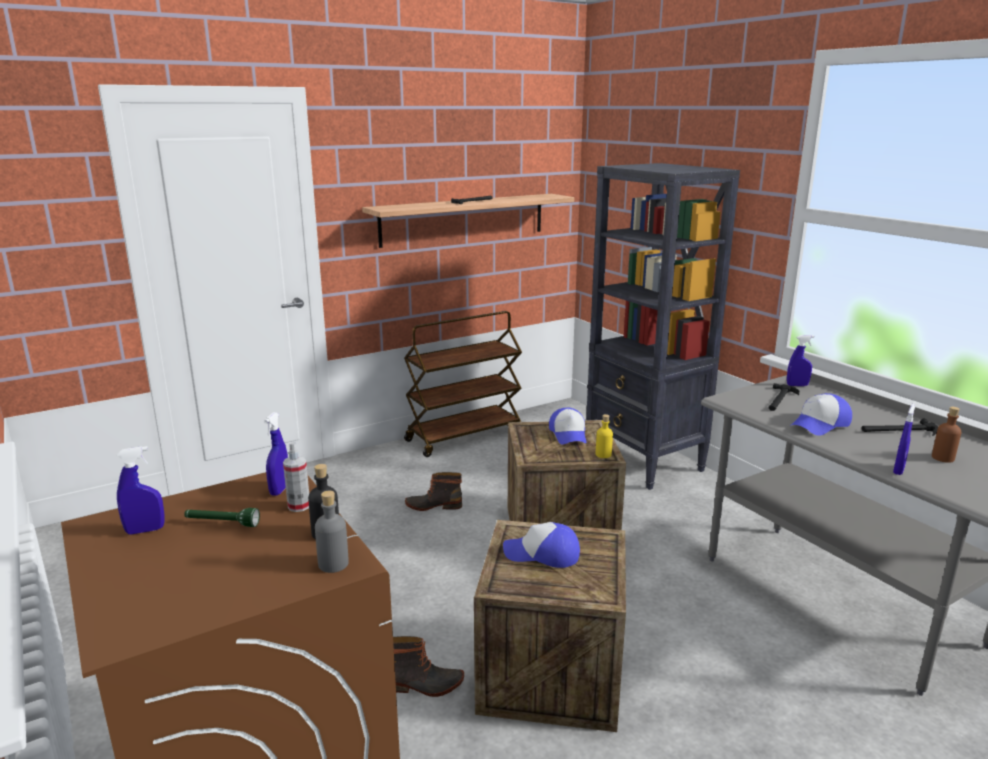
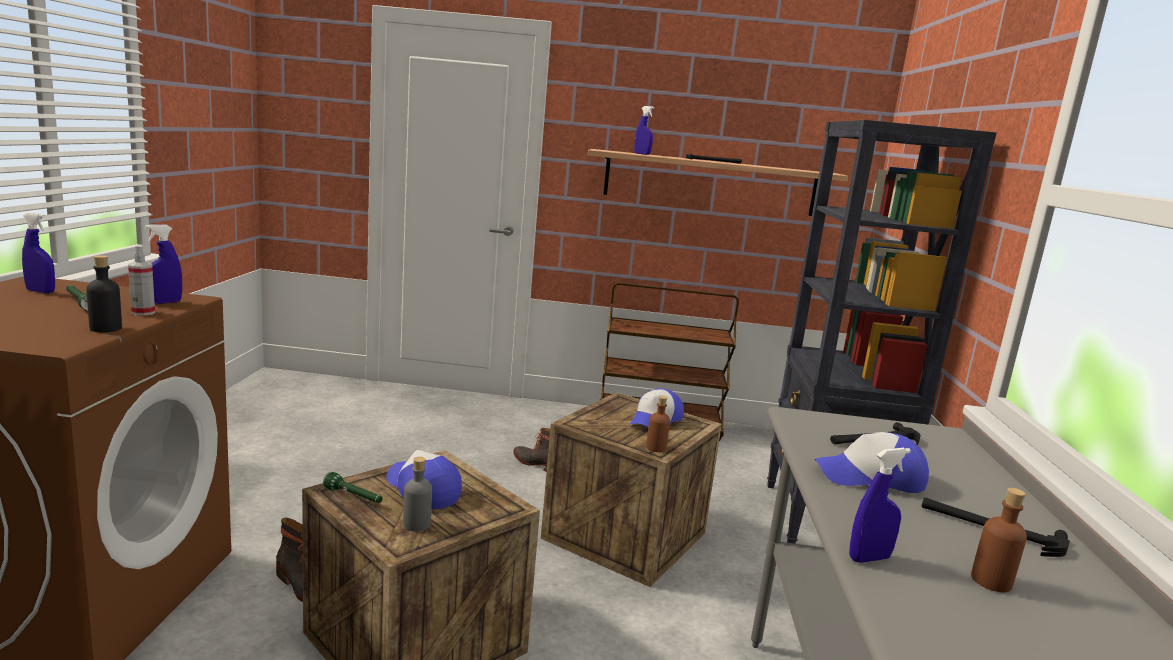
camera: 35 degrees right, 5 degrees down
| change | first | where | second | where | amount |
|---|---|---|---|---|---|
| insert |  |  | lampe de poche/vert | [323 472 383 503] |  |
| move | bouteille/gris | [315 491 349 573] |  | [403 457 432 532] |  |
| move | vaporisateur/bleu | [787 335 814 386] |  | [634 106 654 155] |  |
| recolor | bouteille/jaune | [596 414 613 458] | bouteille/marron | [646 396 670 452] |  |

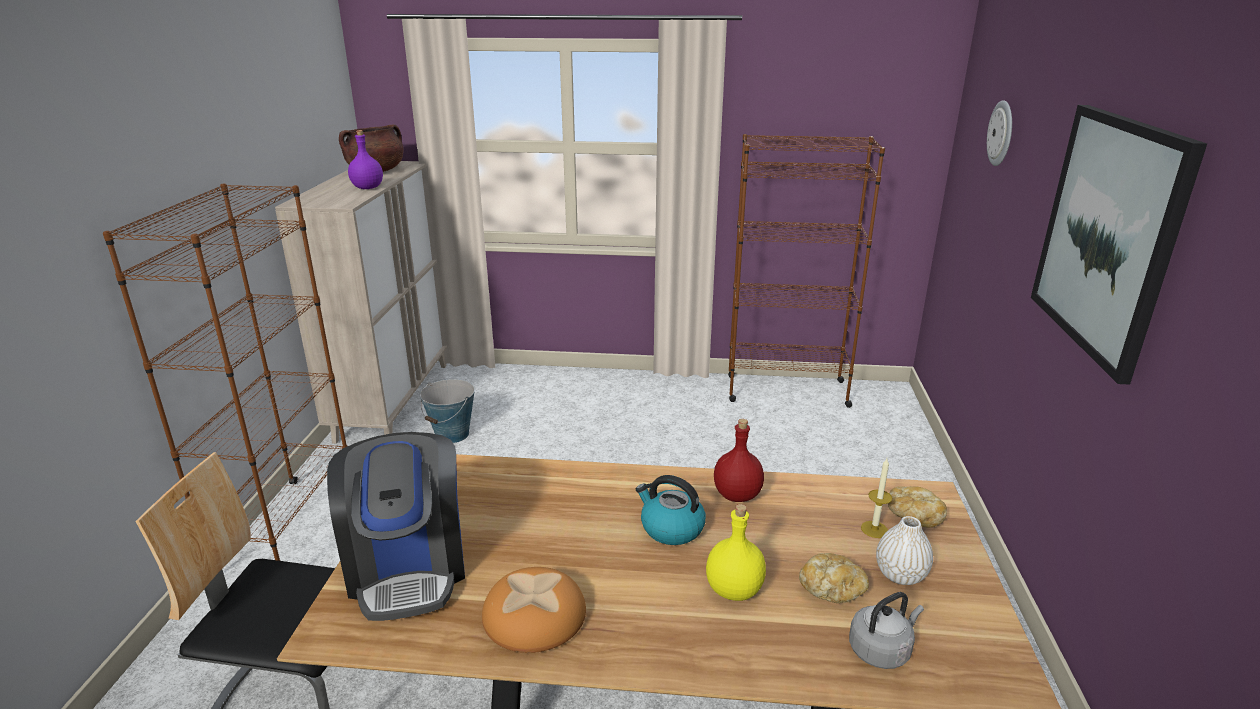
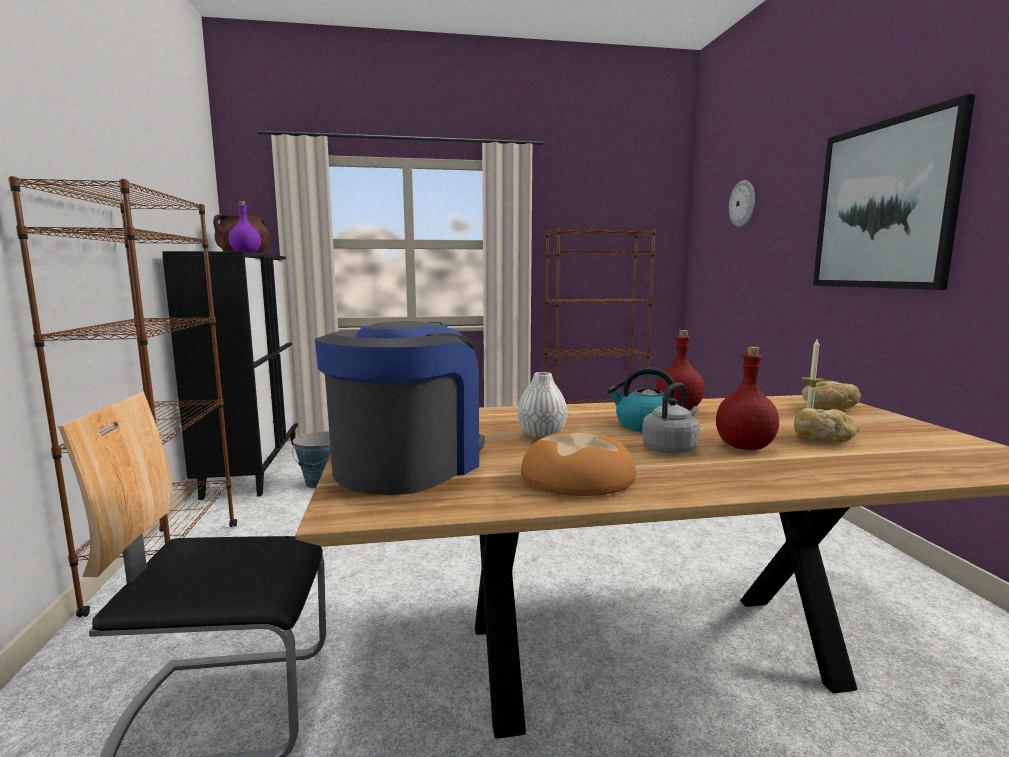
camera: 15 degrees left, 15 degrees down
| change | first | where | second | where | amount |
|---|---|---|---|---|---|
| move | bouilloire/gris | [849 592 924 669] |  | [642 383 700 454] |  |
| move | vase/blanc | [876 516 933 585] |  | [517 372 568 438] |  |
| recolor | meuble de rangement/beige | [275 161 447 444] | meuble de rangement/noir | [162 251 298 500] |  |
| recolor | bouteille/jaune | [706 504 766 601] | bouteille/rouge | [716 347 779 450] |  |
| rotate | machine à café | [327 432 465 621] |  | [315 321 484 495] | 120 degrees counterclockwise |

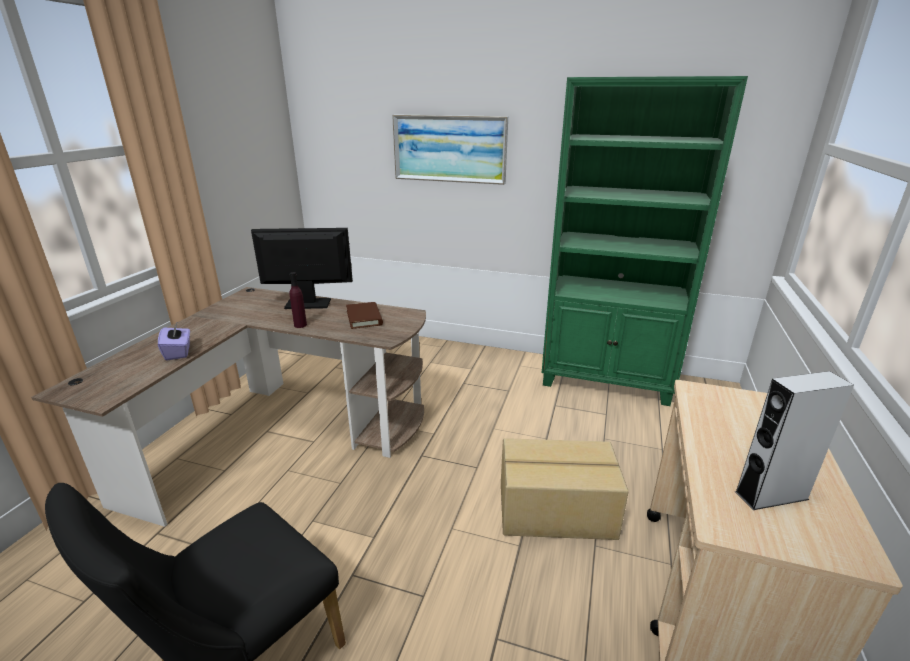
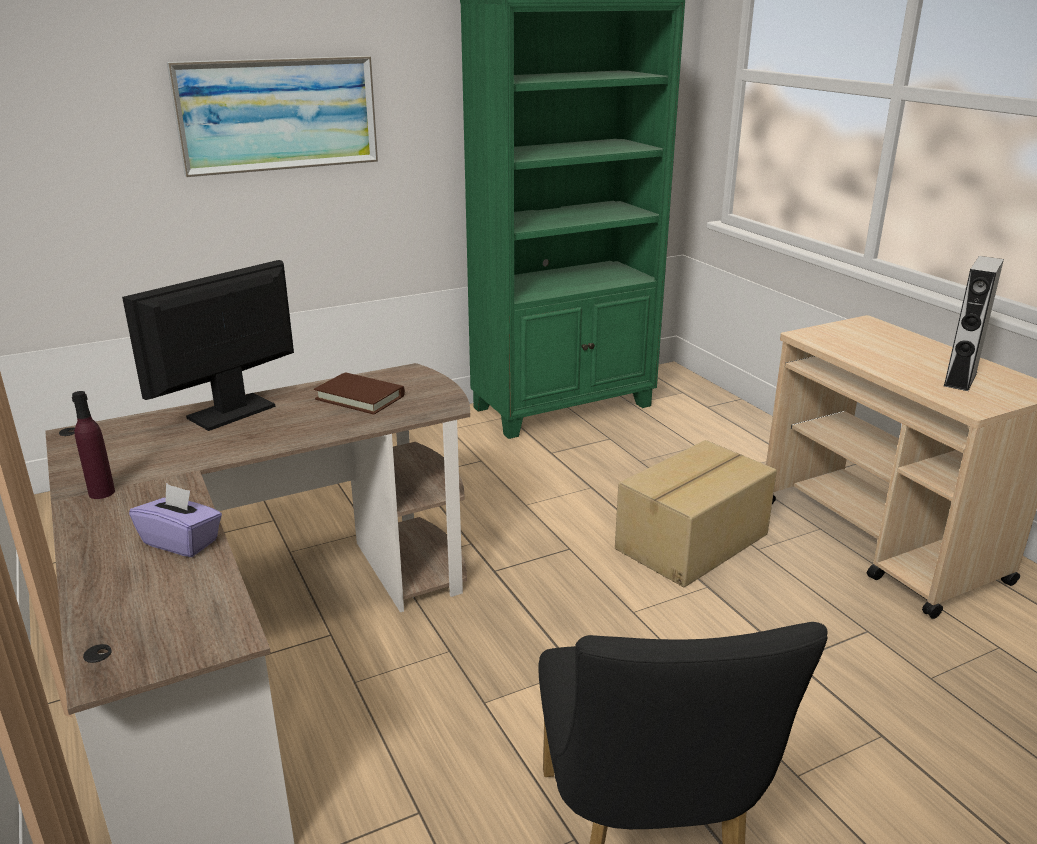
camera: 45 degrees left, 0 degrees up
| change | first | where | second | where | amount |
|---|---|---|---|---|---|
| move | bouteille/violet | [290 272 307 328] |  | [72 391 115 499] |  |

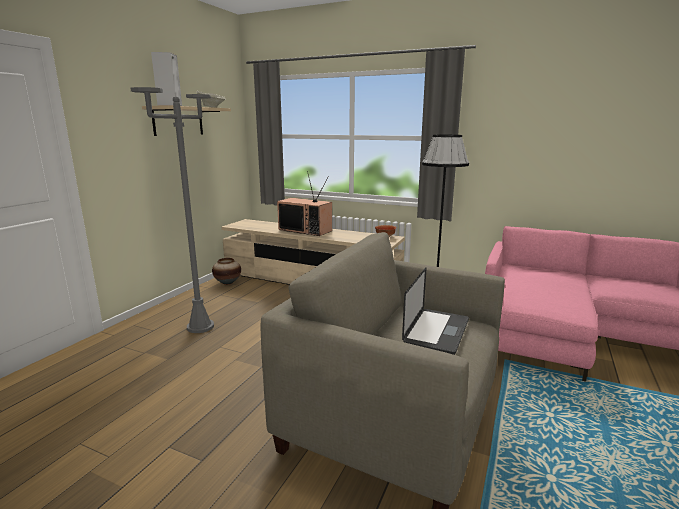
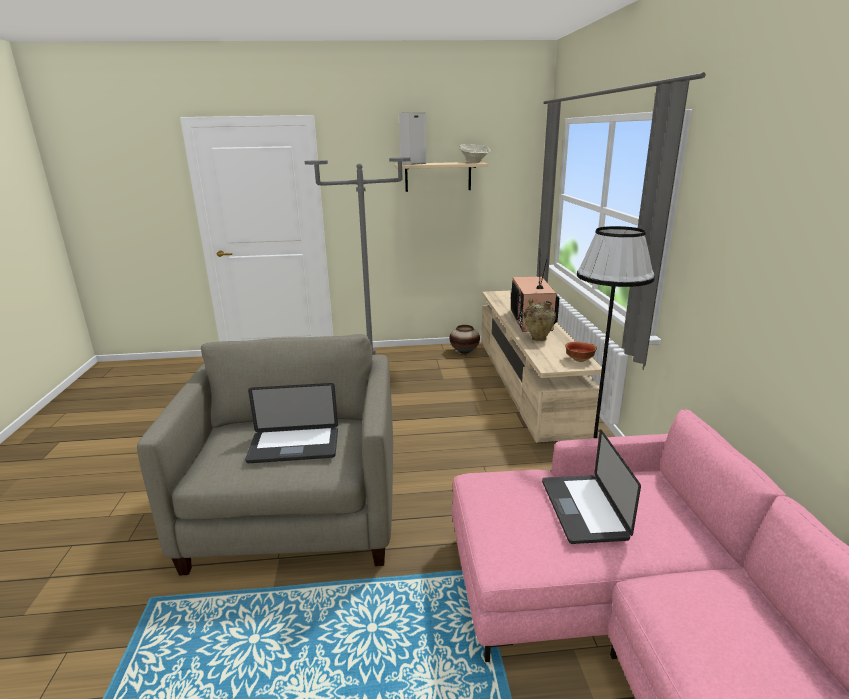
camera: 60 degrees right, 5 degrees up
| change | first | where | second | where | amount |
|---|---|---|---|---|---|
| insert |  |  | vase/beige | [524 299 556 341] |  |
| insert |  |  | ordinateur portable | [542 429 641 544] |  |

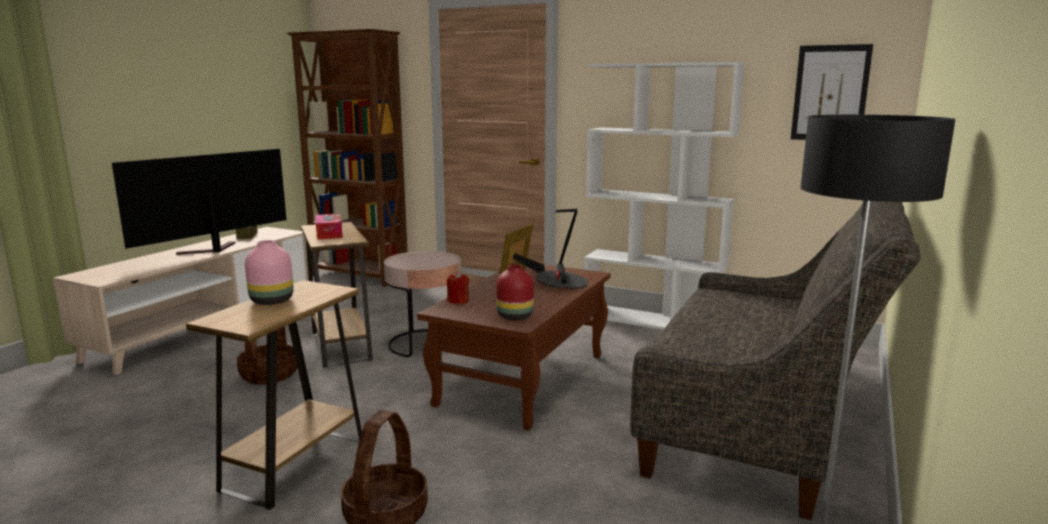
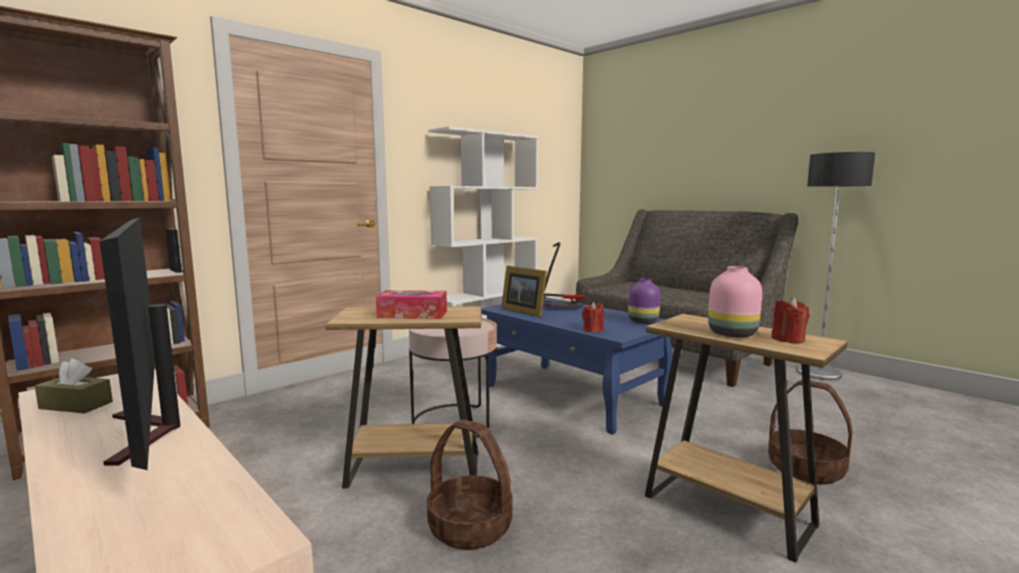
camera: 70 degrees left, 5 degrees down
| change | first | where | second | where | amount |
|---|---|---|---|---|---|
| delete | tableau | [791 44 873 140] |  |  |  |
| insert |  |  | bougie/rouge | [771 297 810 343] |  |
| recolor | table basse/marron | [417 265 610 430] | table basse/bleu | [481 297 673 435] |  |
| recolor | vase/rouge | [496 265 534 320] | vase/violet | [628 278 660 324] |  |

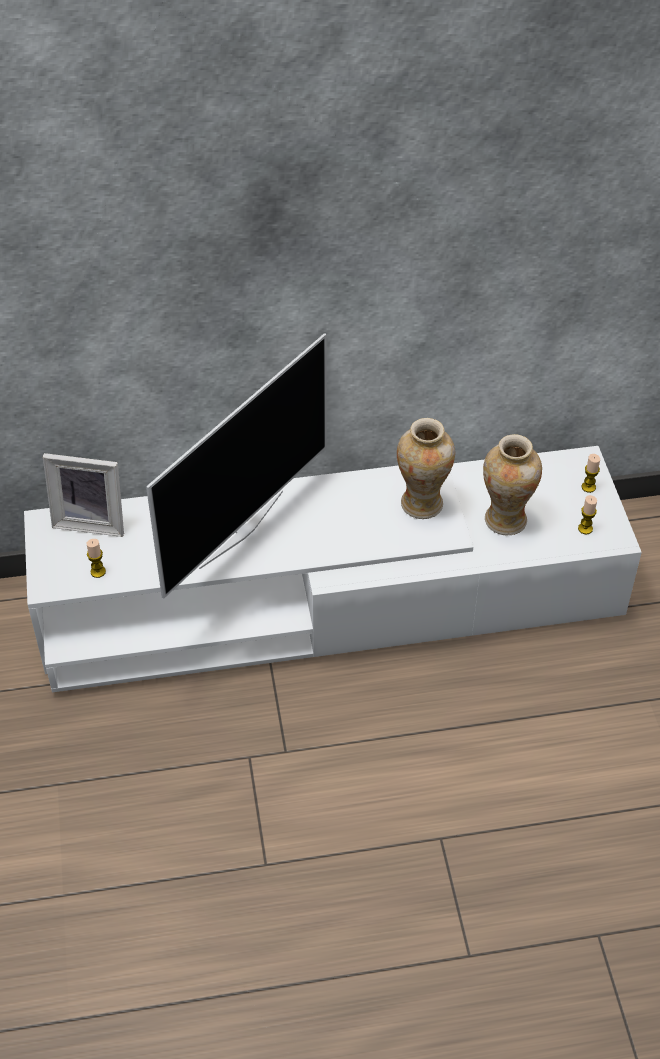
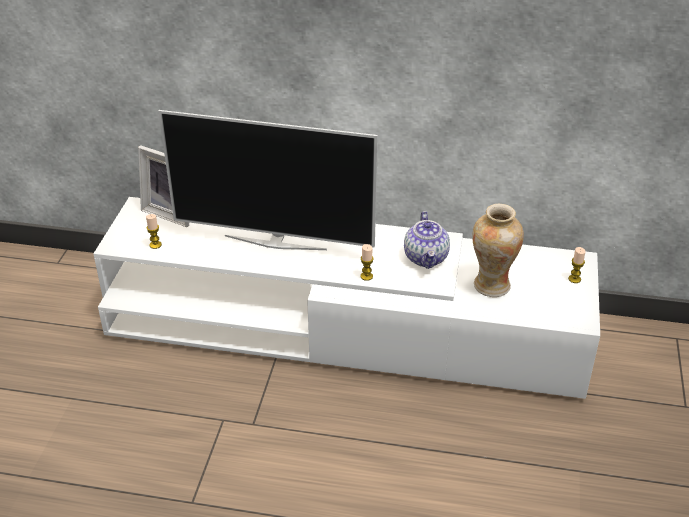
camera: 20 degrees right, 10 degrees down
| change | first | where | second | where | amount |
|---|---|---|---|---|---|
| move | bougie | [578 495 597 534] |  | [360 244 374 281] |  |
| replace | vase | [397 418 455 519] | théière | [404 211 450 269] |  |
| rotate | téléviseur | [146 333 327 599] |  | [158 110 378 250] | 45 degrees clockwise |

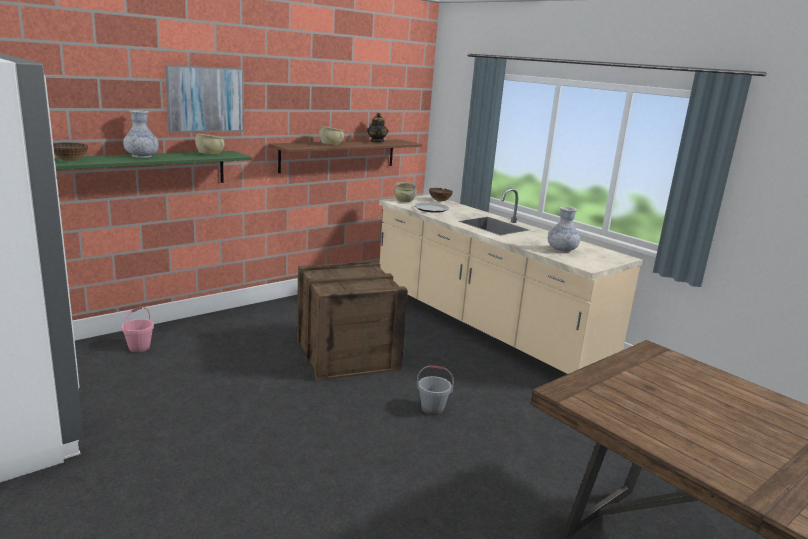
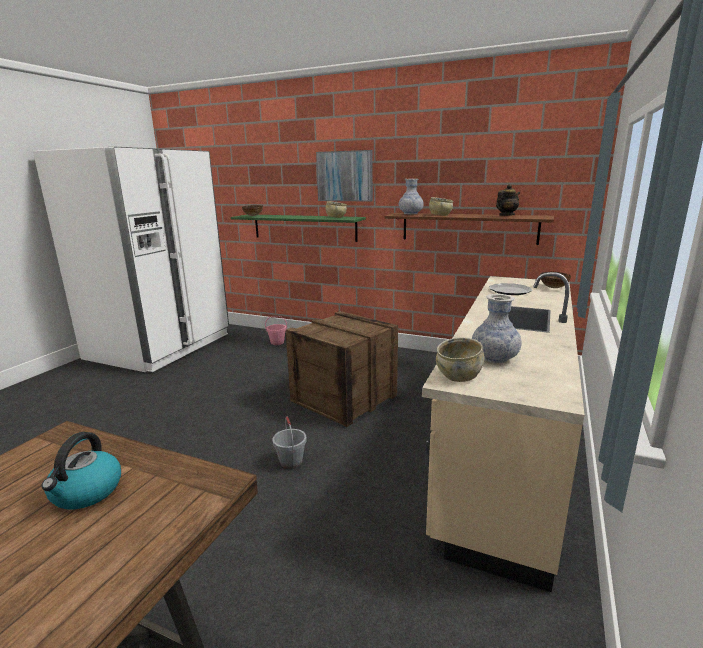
camera: 65 degrees right, 0 degrees up
| change | first | where | second | where | amount |
|---|---|---|---|---|---|
| insert |  |  | bouilloire | [41 432 121 509] |  |
| move | vase | [123 110 159 158] |  | [399 179 424 214] |  |
| move | bol/beige | [394 182 417 202] |  | [436 337 484 382] |  |

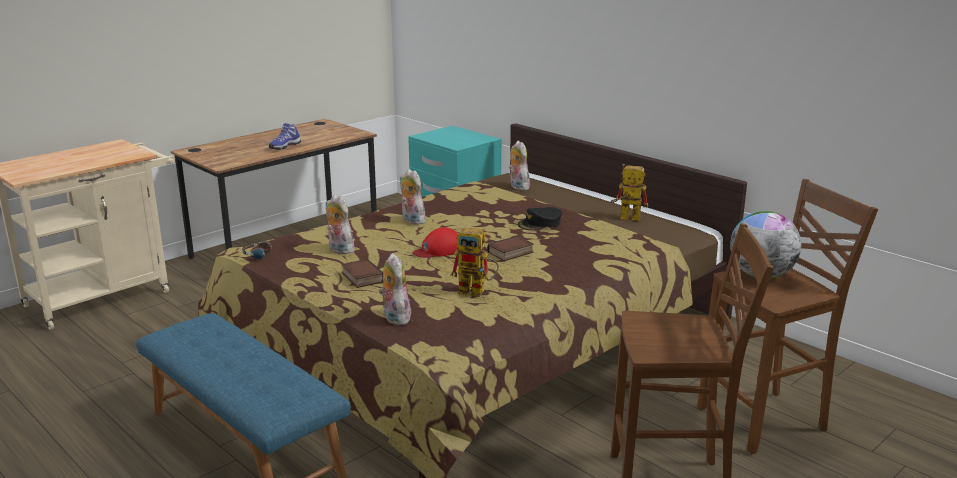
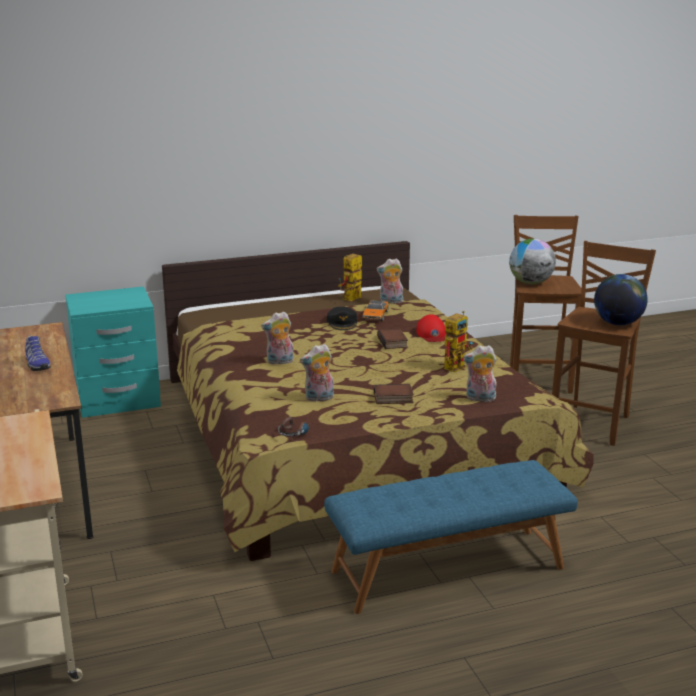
camera: 65 degrees left, 0 degrees up
| change | first | where | second | where | amount |
|---|---|---|---|---|---|
| insert |  |  | petite voiture | [363 300 389 321] |  |
| insert |  |  | globe | [594 274 648 325] |  |
| move | casquette/rouge | [412 227 458 258] |  | [416 314 446 342] |  |
| move | peluche | [509 141 530 190] |  | [377 258 403 304] |  |

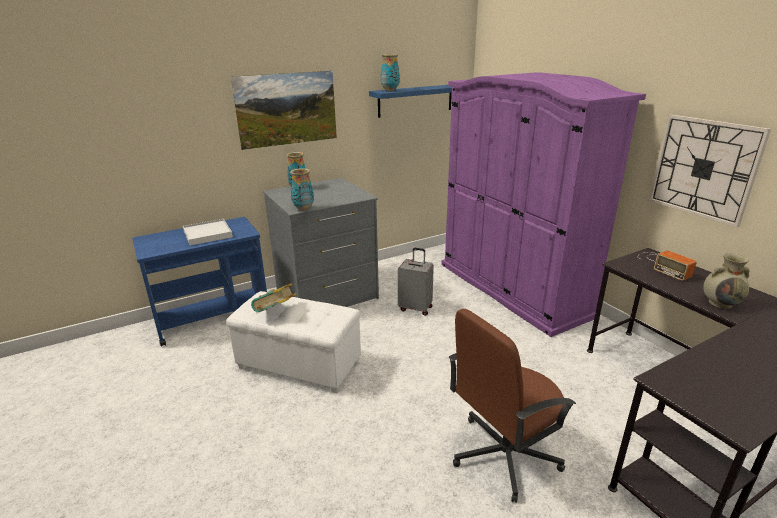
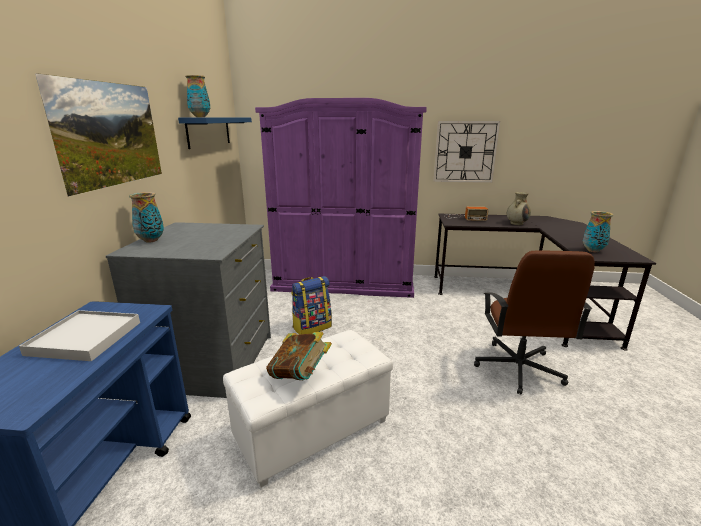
camera: 55 degrees left, 5 degrees down
| change | first | where | second | where | amount |
|---|---|---|---|---|---|
| move | vase | [290 168 314 210] |  | [583 211 613 252] |  |
| replace | valise/gris | [398 248 434 316] | sac à dos | [291 276 332 334] |  |

